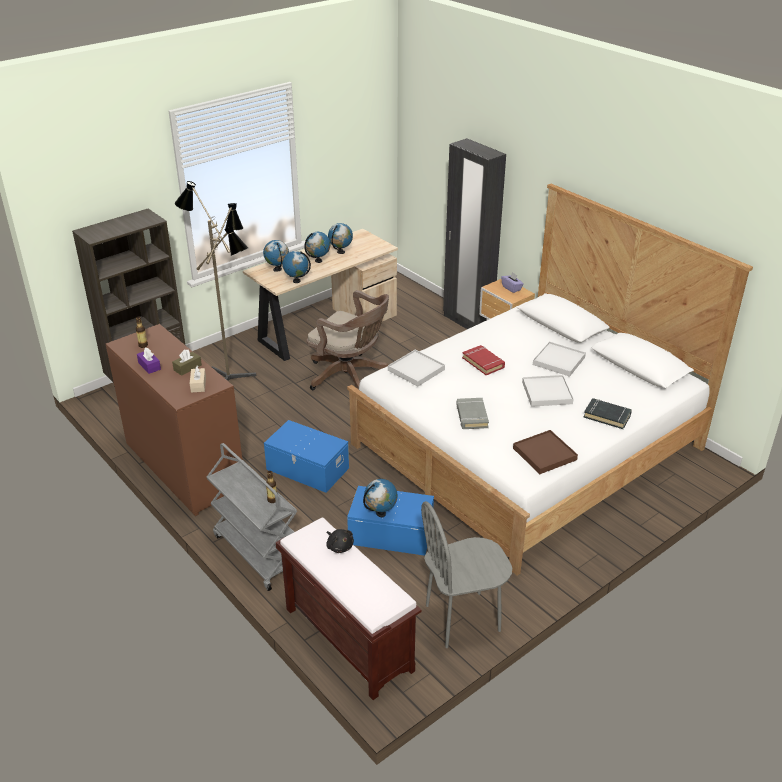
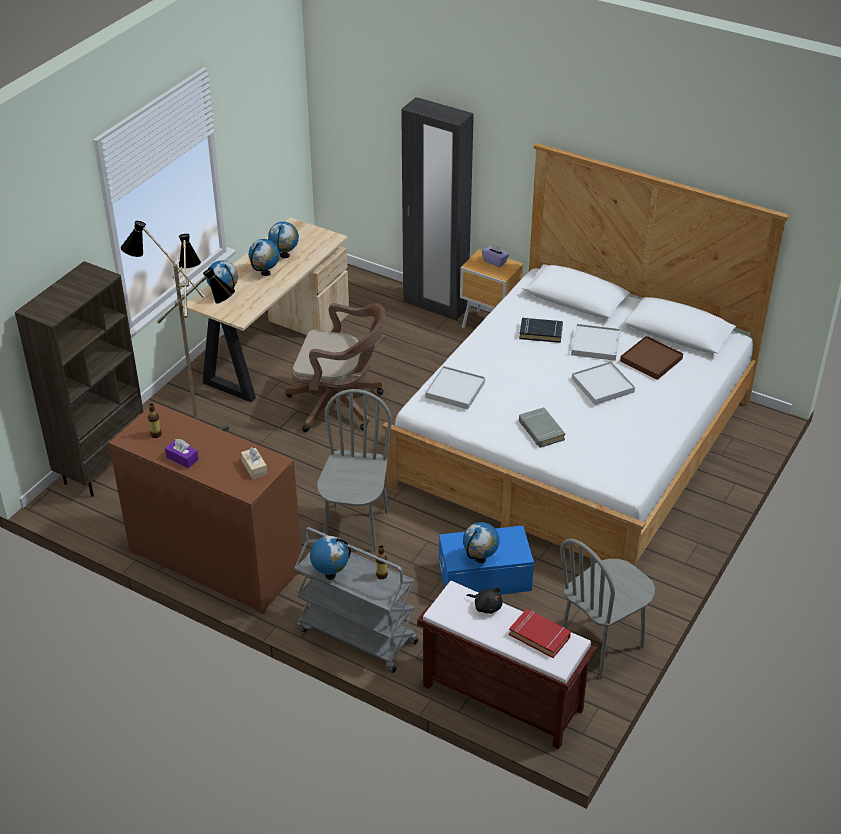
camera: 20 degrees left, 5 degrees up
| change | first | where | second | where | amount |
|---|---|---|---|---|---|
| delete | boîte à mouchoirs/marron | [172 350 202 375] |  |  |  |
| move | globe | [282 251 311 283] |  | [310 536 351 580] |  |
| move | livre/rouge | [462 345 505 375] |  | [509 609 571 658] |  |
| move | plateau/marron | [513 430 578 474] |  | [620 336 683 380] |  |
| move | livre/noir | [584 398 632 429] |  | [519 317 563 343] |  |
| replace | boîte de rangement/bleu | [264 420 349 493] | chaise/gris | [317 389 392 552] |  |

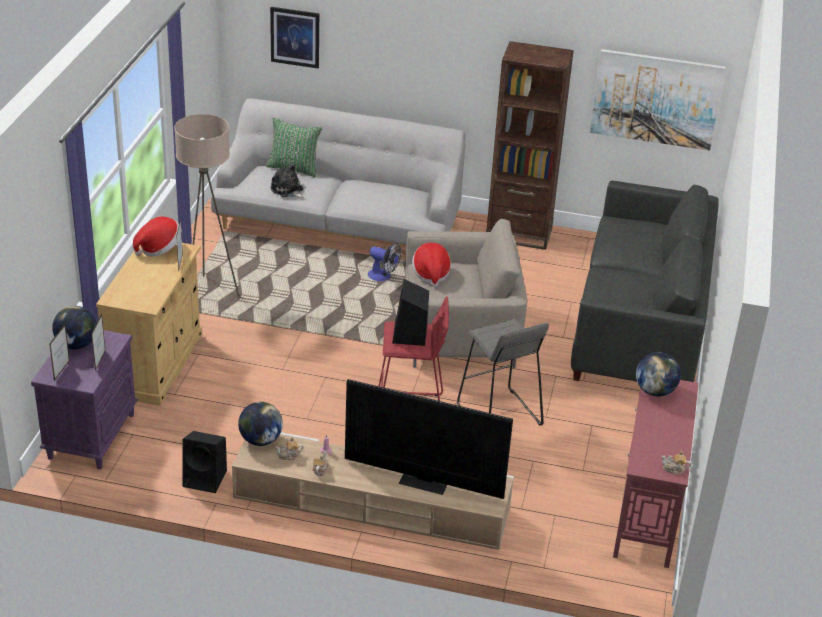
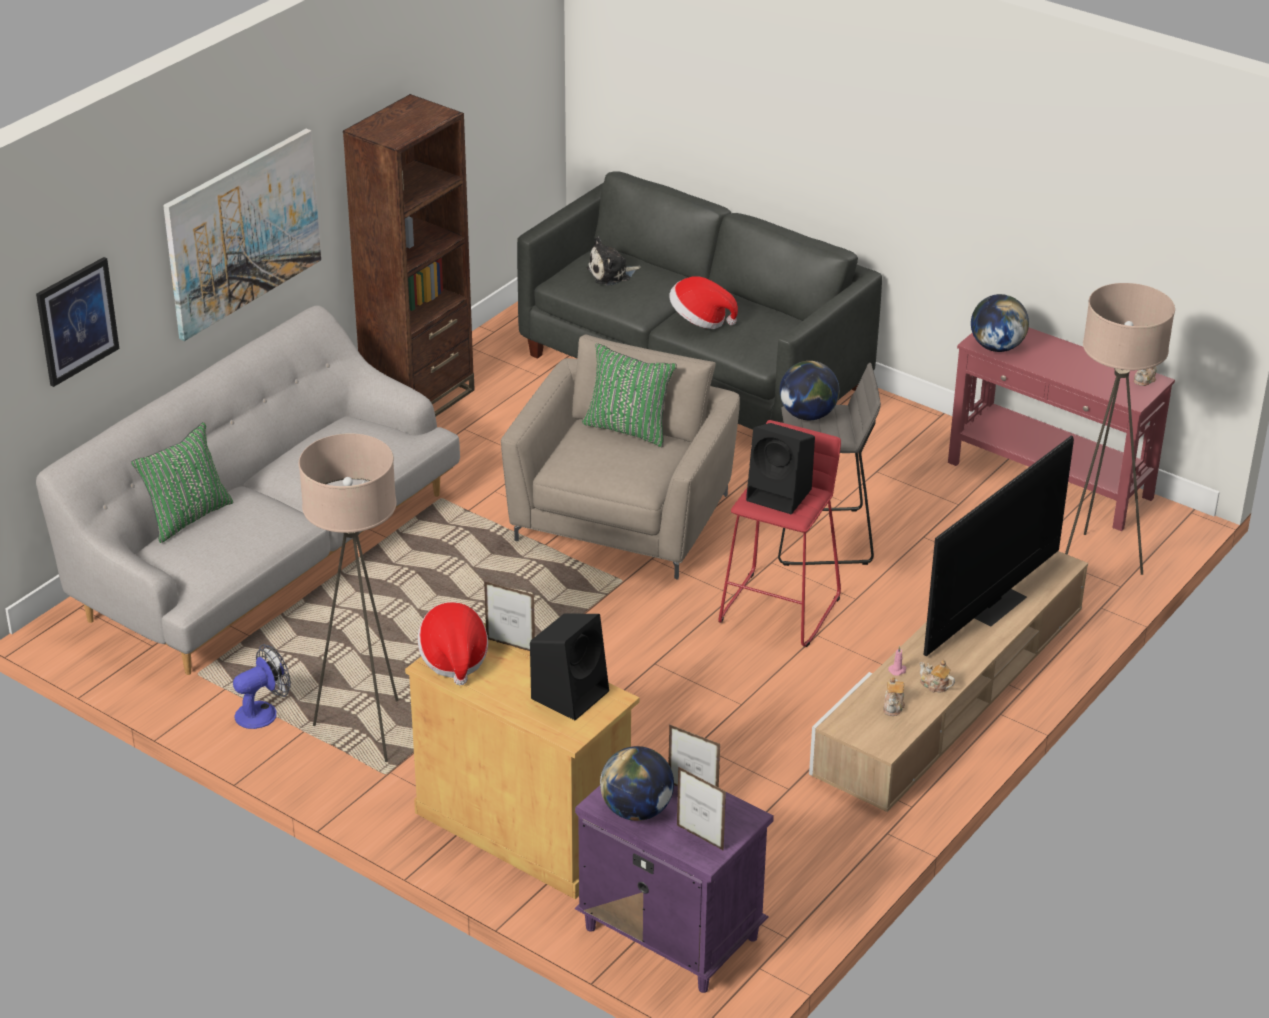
camera: 65 degrees left, 0 degrees up
| change | first | where | second | where | amount |
|---|---|---|---|---|---|
| insert |  |  | coussin/vert | [582 343 677 447] |  |
| insert |  |  | lampadaire/beige | [1065 283 1175 575] |  |
| move | enceinte/noir | [182 431 227 493] |  | [530 613 609 720] |  |
| move | globe | [238 402 283 446] |  | [780 361 839 420] |  |
| move | peluche | [270 164 304 198] |  | [587 237 641 286] |  |
| move | ventilateur | [368 243 401 281] |  | [233 644 291 729] |  |
| move | chapeau | [412 243 451 287] |  | [669 276 738 329] |  |
| move | tableau | [590 49 726 151] |  | [163 129 321 341] |  |

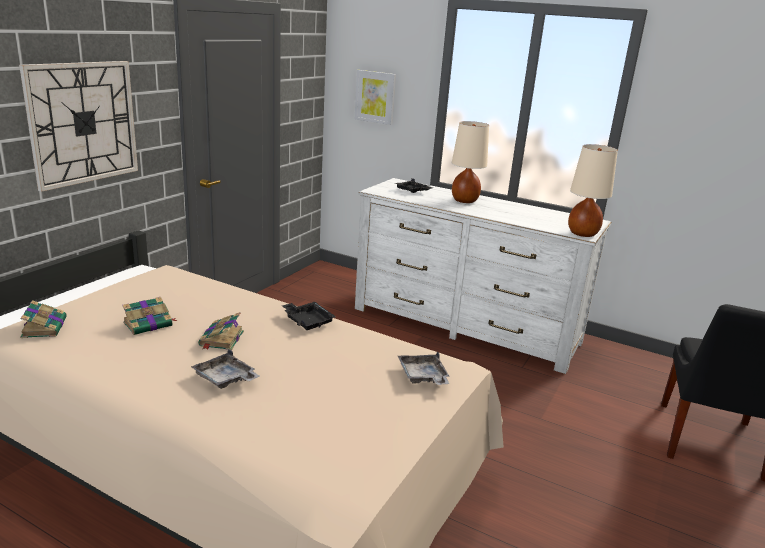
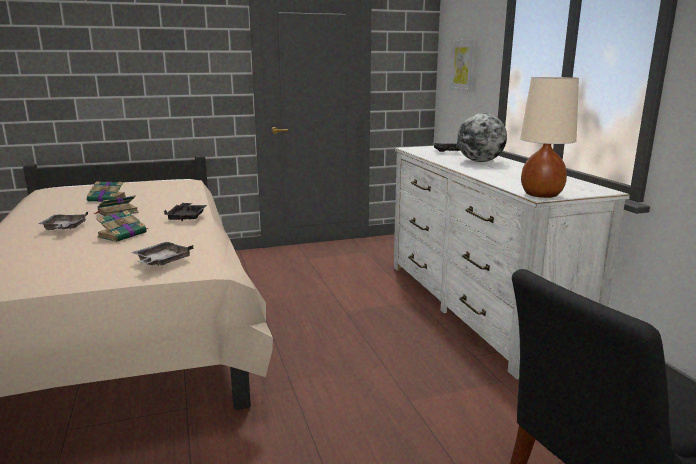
camera: 45 degrees right, 5 degrees down
| change | first | where | second | where | amount |
|---|---|---|---|---|---|
| delete | horloge murale | [19 61 138 192] |  |  |  |
| move | livre | [20 300 67 338] |  | [96 210 148 242] |  |
| replace | lampe de table/beige | [452 121 489 203] | globe | [457 113 507 162] |  |

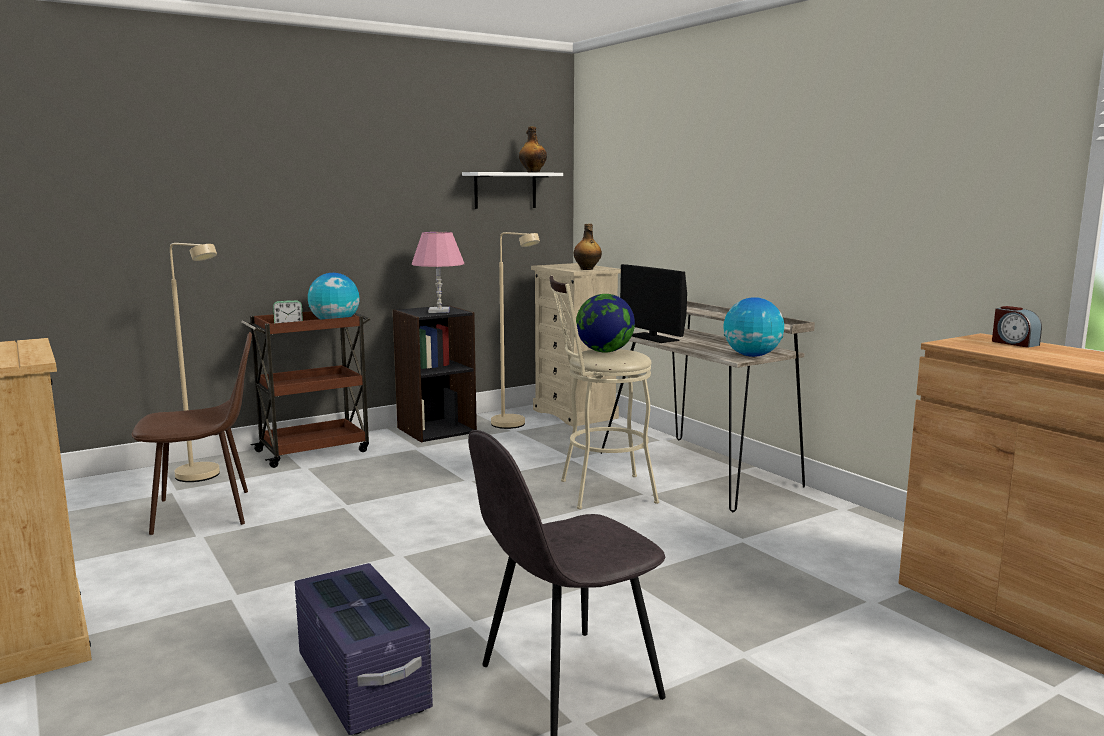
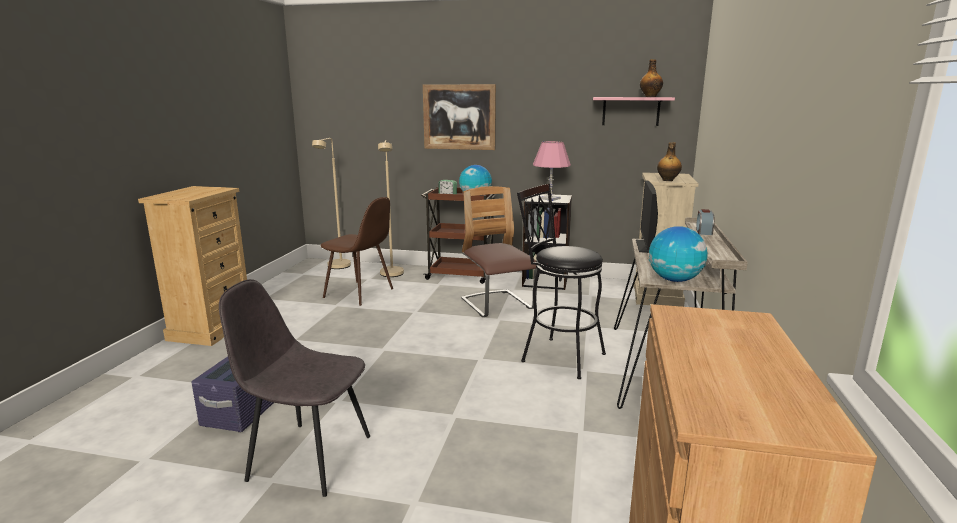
camera: 45 degrees right, 5 degrees up
| change | first | where | second | where | amount |
|---|---|---|---|---|---|
| delete | globe | [576 294 635 353] |  |  |  |
| insert |  |  | tableau | [423 84 496 150] |  |
| insert |  |  | chaise | [461 186 537 317] |  |
| move | lampadaire/beige | [491 232 540 429] |  | [312 138 351 269] |  |
| move | réveil | [992 306 1042 348] |  | [696 209 714 235] |  |
| recolor | étagère/blanc | [462 172 563 209] | étagère/rose | [593 97 675 126] |  |
| recolor | tabouret/beige | [549 275 659 509] | tabouret/noir | [517 184 606 379] |  |

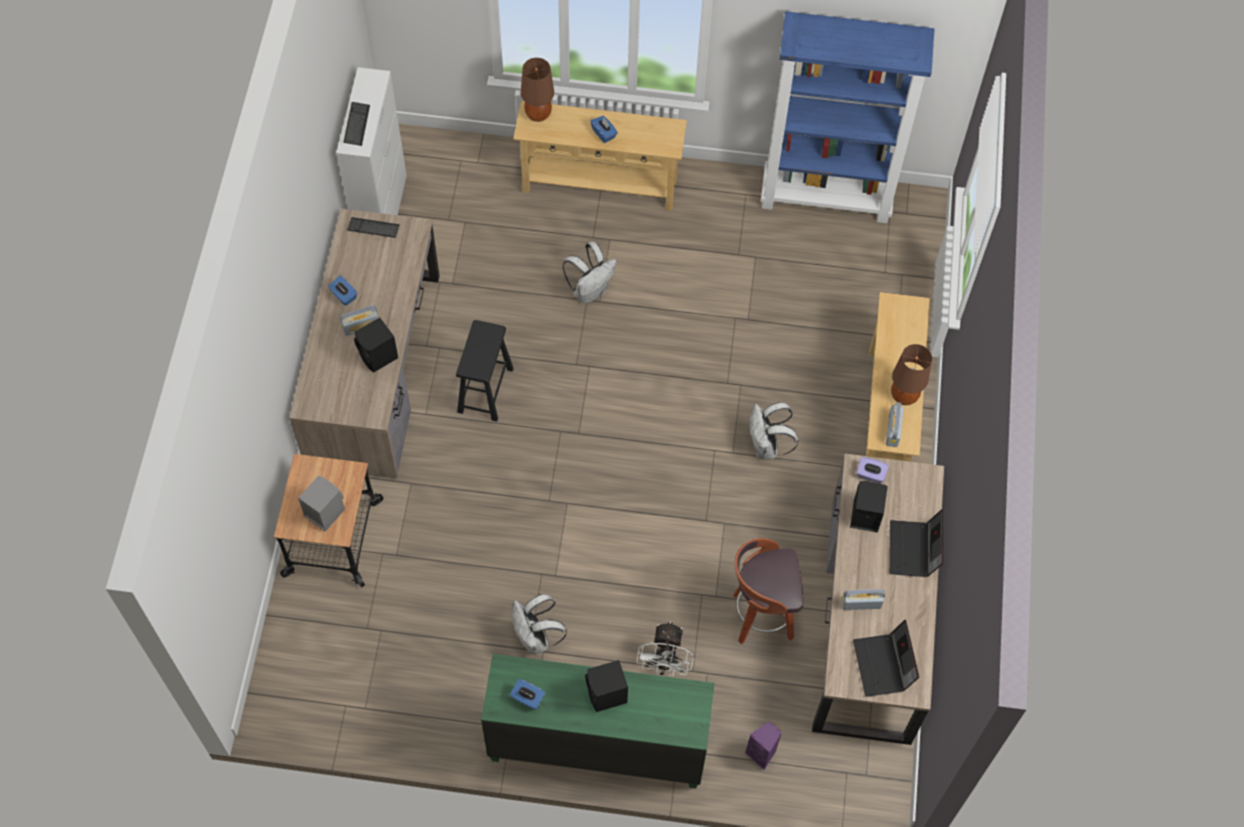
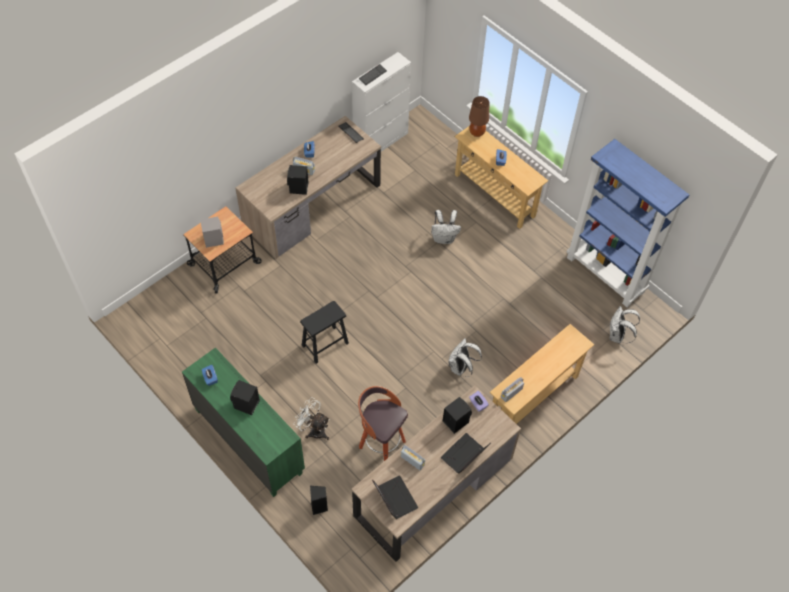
camera: 40 degrees right, 5 degrees down
| change | first | where | second | where | amount |
|---|---|---|---|---|---|
| delete | lampe de table/marron | [891 344 932 405] |  |  |  |
| move | tabouret/noir | [456 320 514 422] |  | [300 301 349 364] |  |
| move | sac à dos/blanc | [512 594 567 654] |  | [609 306 640 343] |  |
| recolor | enceinte/violet | [745 721 782 770] | enceinte/noir | [310 486 328 515] |  |
| rotate | ventilateur/blanc | [637 621 694 677] |  | [294 397 330 440] | 75 degrees clockwise |
| rotate | ordinateur portable | [853 620 919 697] |  | [372 475 418 519] | 120 degrees clockwise |

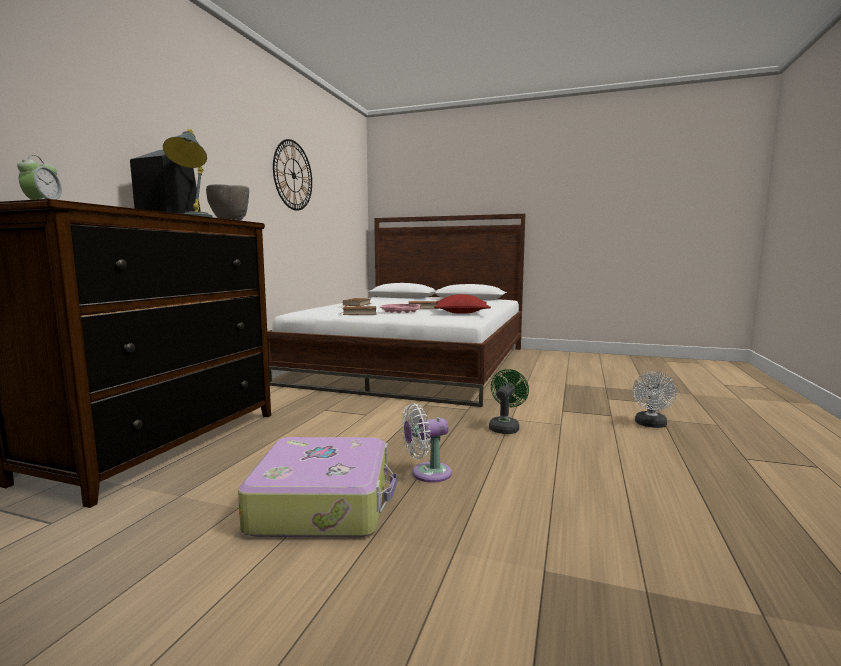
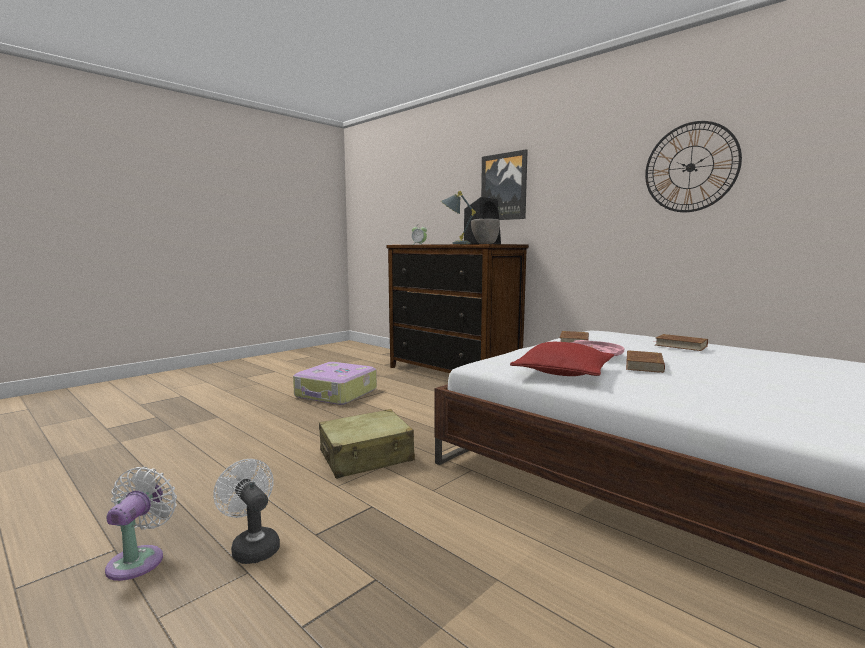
camera: 115 degrees right, 0 degrees up
| change | first | where | second | where | amount |
|---|---|---|---|---|---|
| insert |  |  | tableau | [481 149 528 220] |  |
| move | ventilateur/blanc | [401 403 452 483] |  | [105 467 177 581] |  |
| replace | ventilateur/vert | [489 369 529 434] | valise/beige | [319 409 415 479] |  |

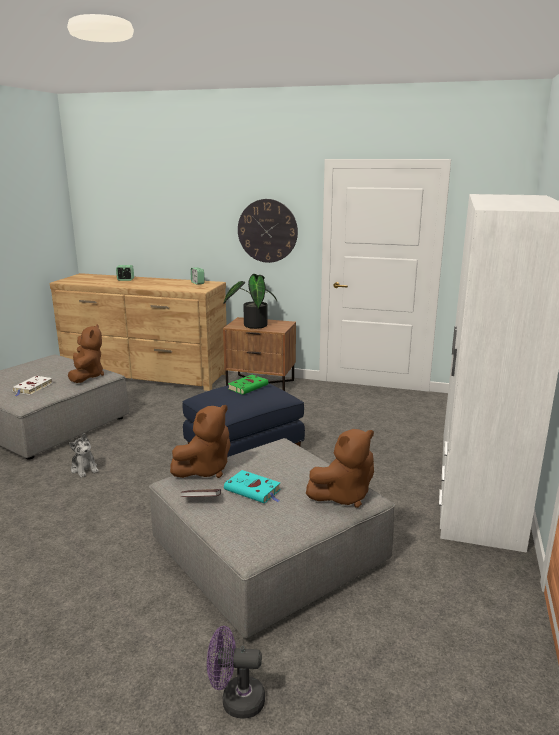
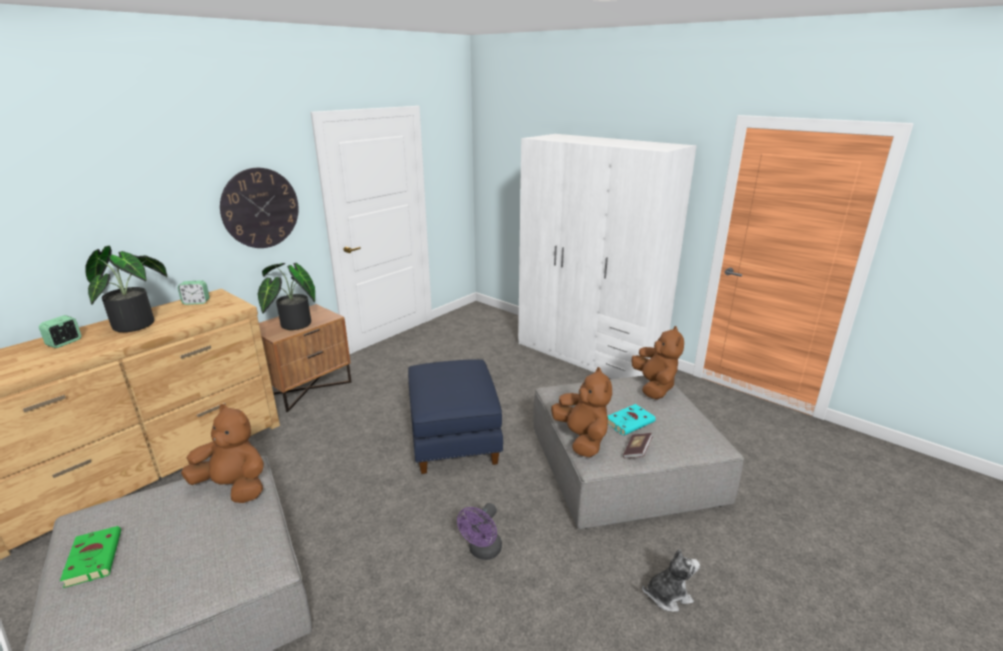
camera: 65 degrees left, 5 degrees up
| change | first | where | second | where | amount |
|---|---|---|---|---|---|
| delete | livre/blanc | [12 376 52 396] |  |  |  |
| insert |  |  | plante en pot | [85 246 167 332] |  |
| move | peluche | [69 433 99 478] |  | [642 549 700 612] |  |
| move | ventilateur/violet | [207 626 265 719] |  | [457 503 502 560] |  |
| move | livre/vert | [228 375 268 395] |  | [60 526 121 588] |  |

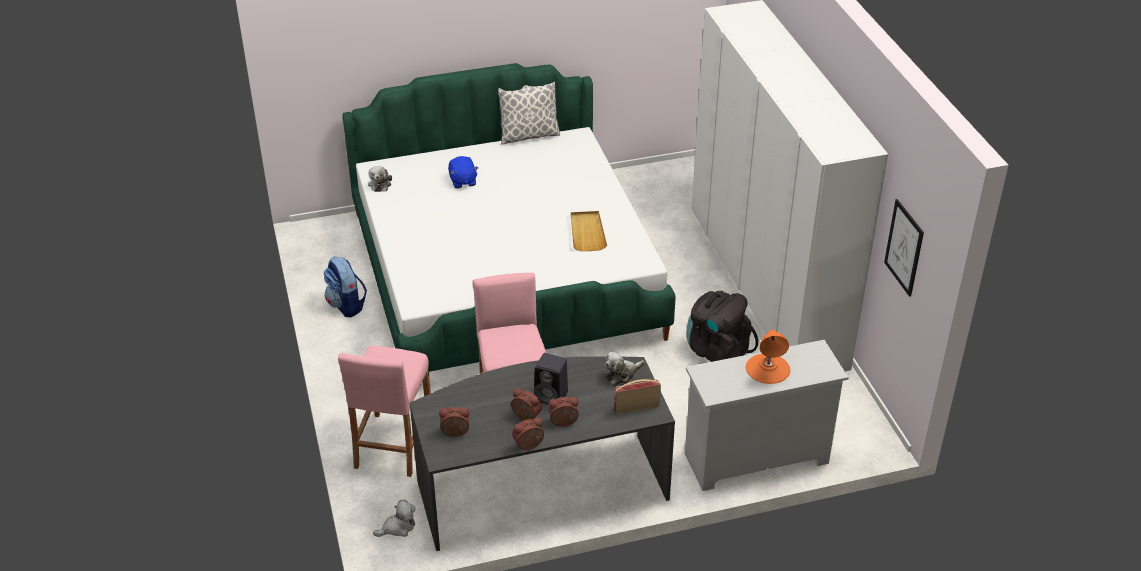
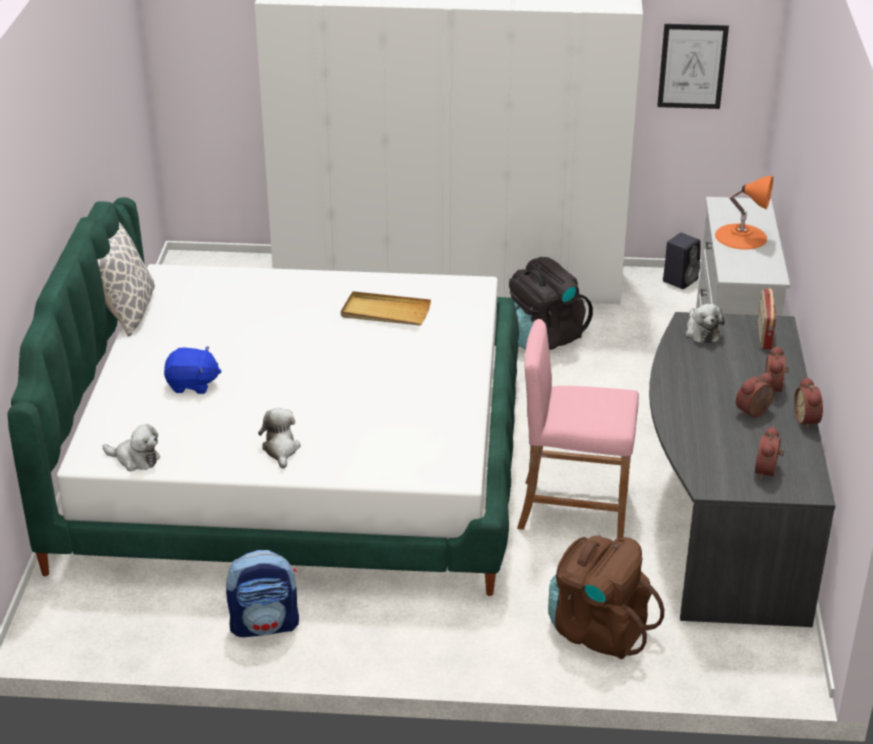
camera: 70 degrees left, 5 degrees down
| change | first | where | second | where | amount |
|---|---|---|---|---|---|
| move | peluche | [373 500 416 537] |  | [258 408 301 469] |  |
| move | enceinte/noir | [534 353 568 405] |  | [663 233 701 289] |  |
| replace | tabouret/rose | [338 346 431 477] | sac à dos/marron | [548 535 664 659] |  |

